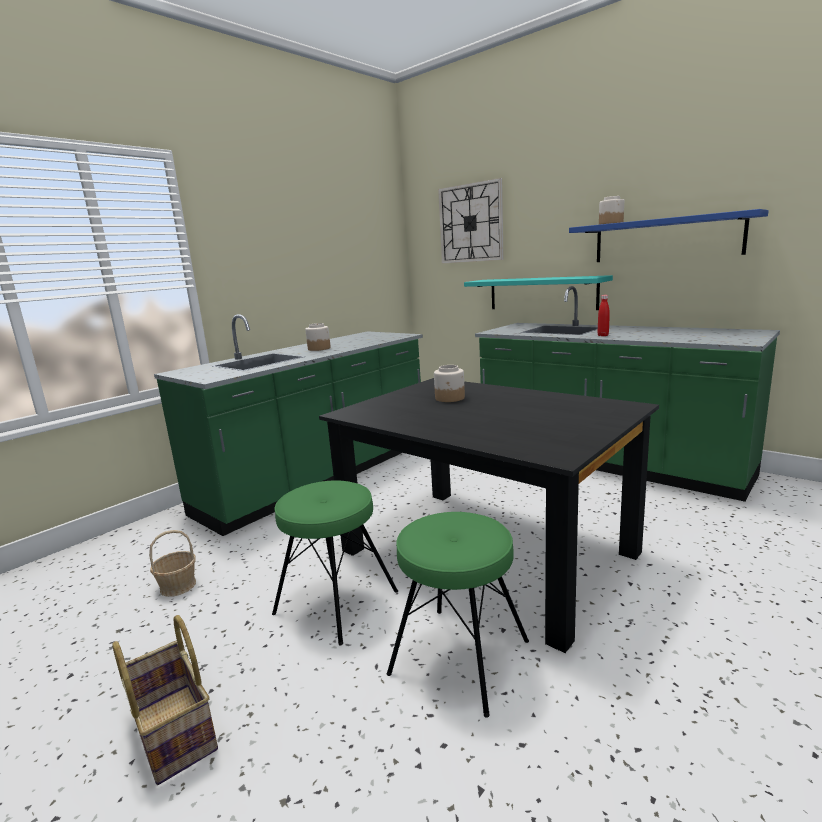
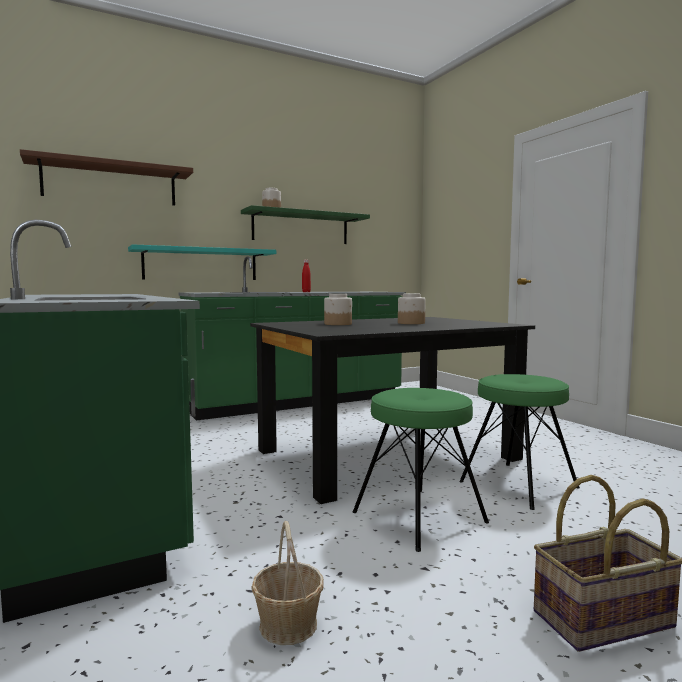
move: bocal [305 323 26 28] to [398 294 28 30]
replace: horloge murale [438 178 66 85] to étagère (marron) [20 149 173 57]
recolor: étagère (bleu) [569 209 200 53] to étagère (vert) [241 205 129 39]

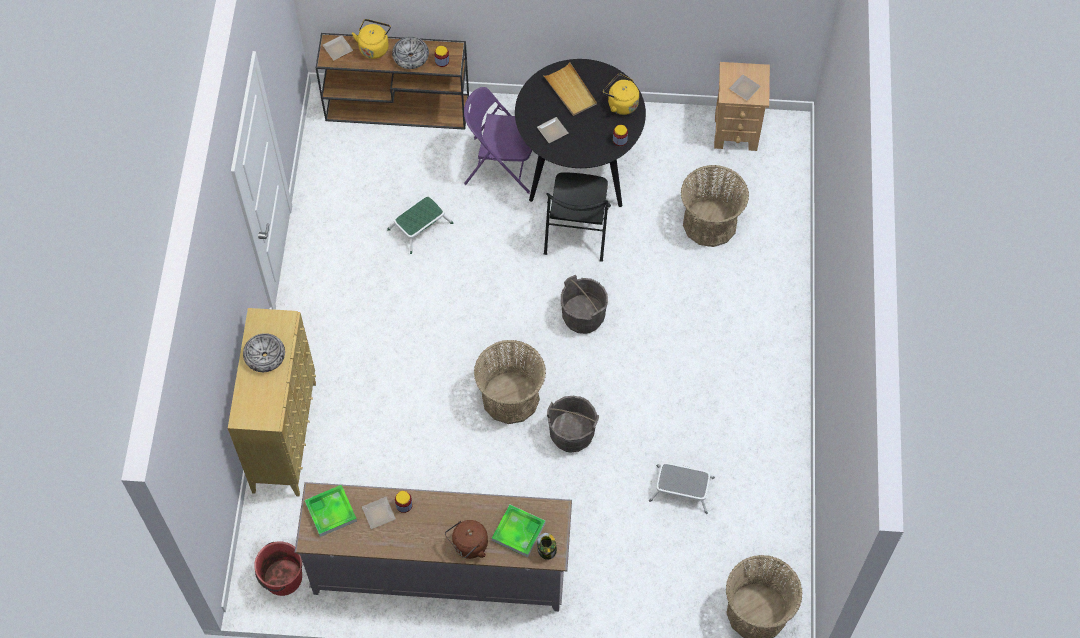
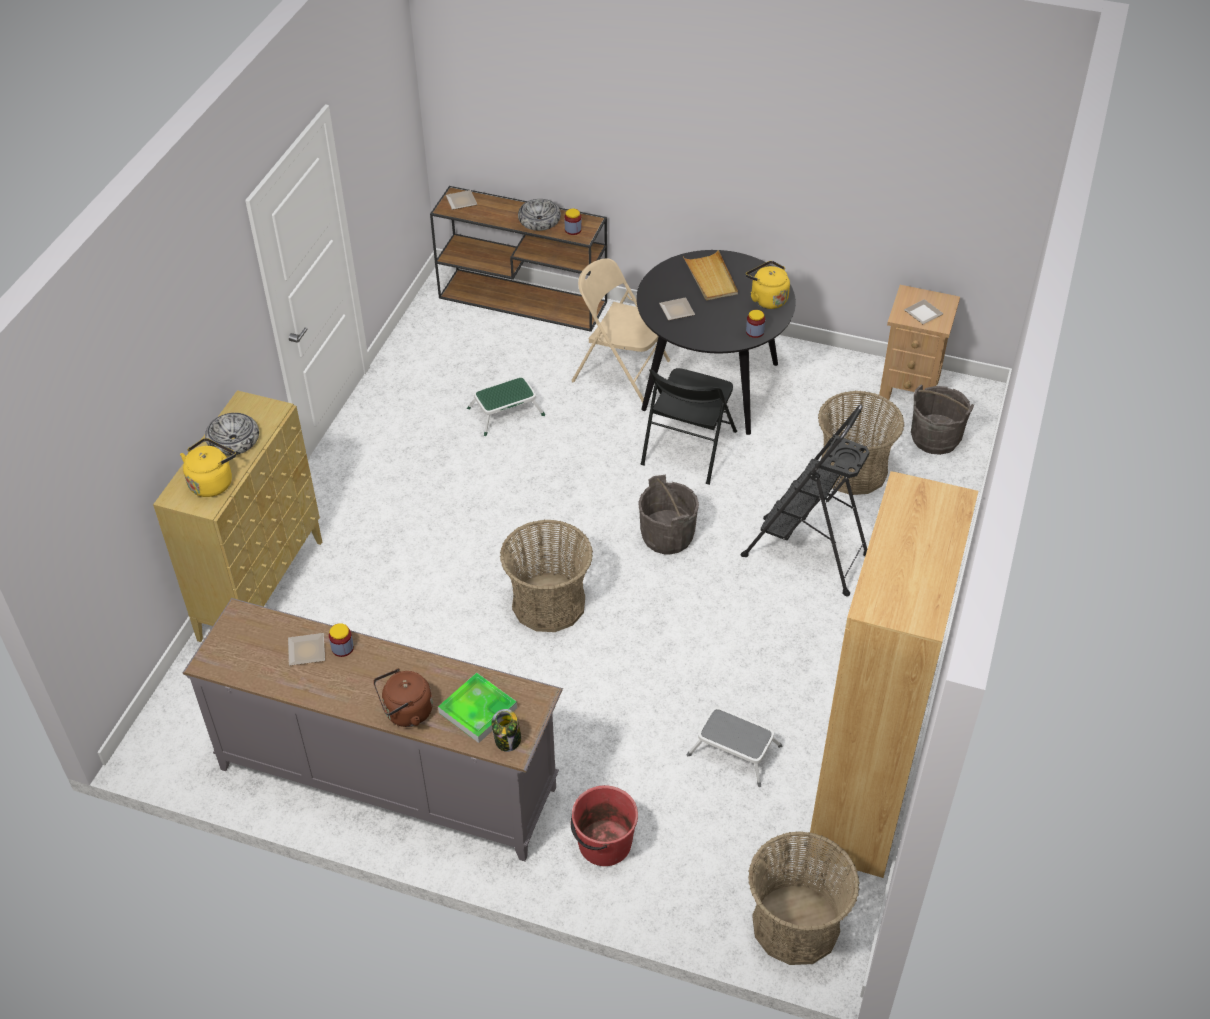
delete: plateau [305 485 52 52]
insert: escabeau [741 405 128 191]; bibliothèque (marron) [810 471 168 407]
move: seau (rouge) [254 541 48 55] to [571 785 67 81]; bouilloire (jaune) [352 19 39 40] to [180 438 56 59]; seau (gris) [547 395 52 58] to [911 385 63 70]
recolor: chaise (violet) [464 87 68 107] to chaise (beige) [572 258 98 145]

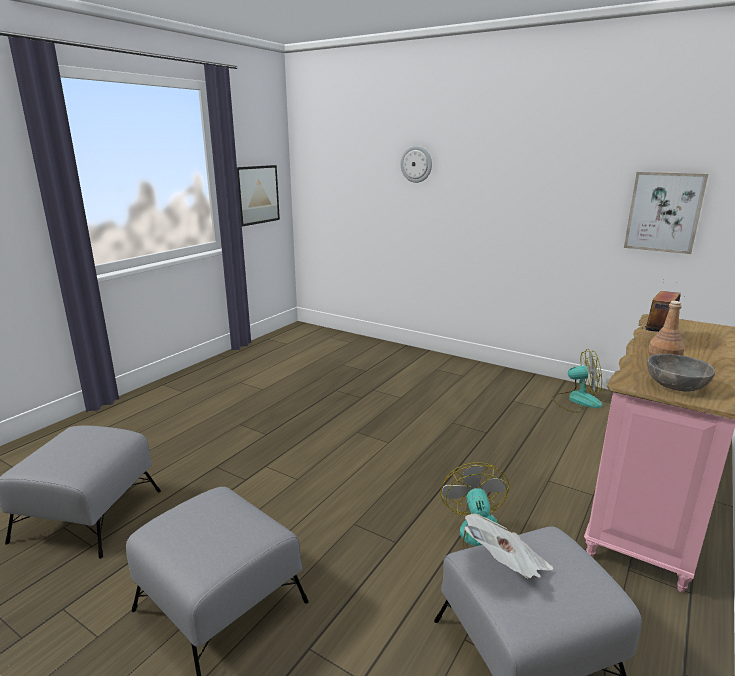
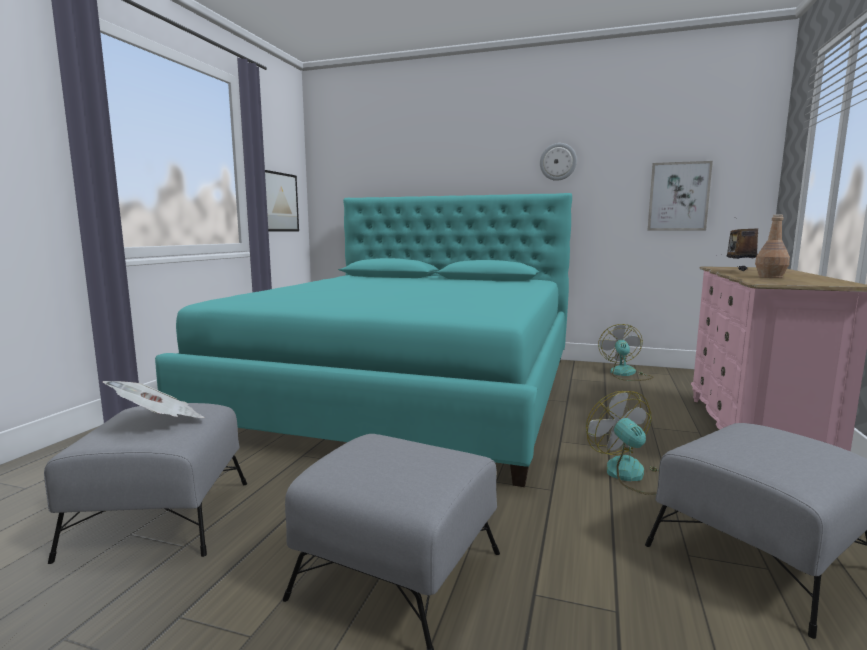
delete: bol (gris) [647 354 68 38]
insert: lit (turquoise) [155 193 417 294]
move: horloge murale [401 146 31 37] to [540 143 37 38]; journal [464 513 89 66] to [103 381 102 37]
rotate: ventilateur [552 349 50 64] = [598 324 56 57] 75 degrees counterclockwise

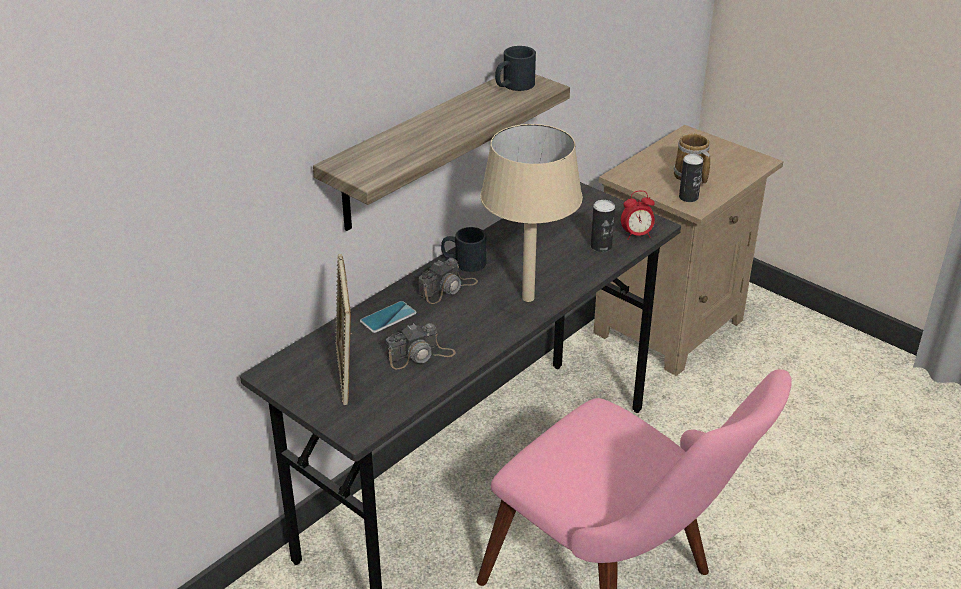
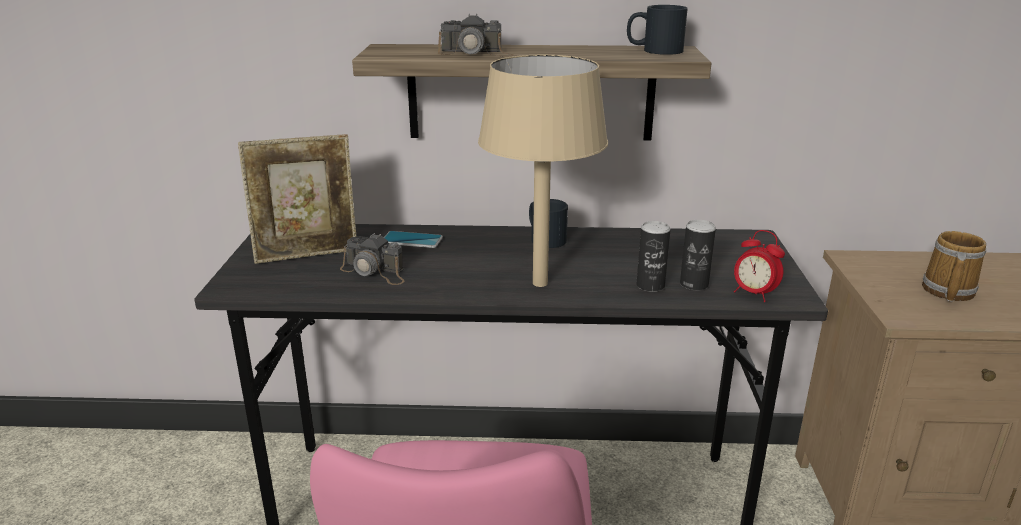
move: appareil photo [419 258 59 46] to [438 14 76 43]; boîte métallique [679 154 24 48] to [636 221 35 71]
rotate: cadre photo [335 254 17 151] = [238 134 118 130] 150 degrees counterclockwise

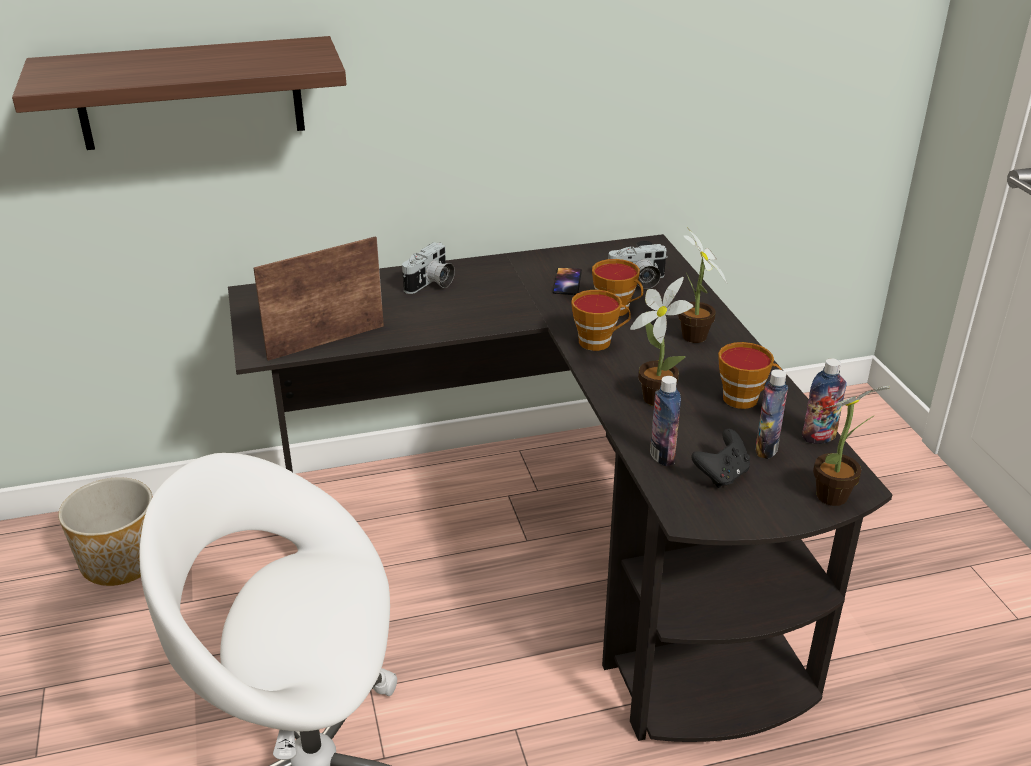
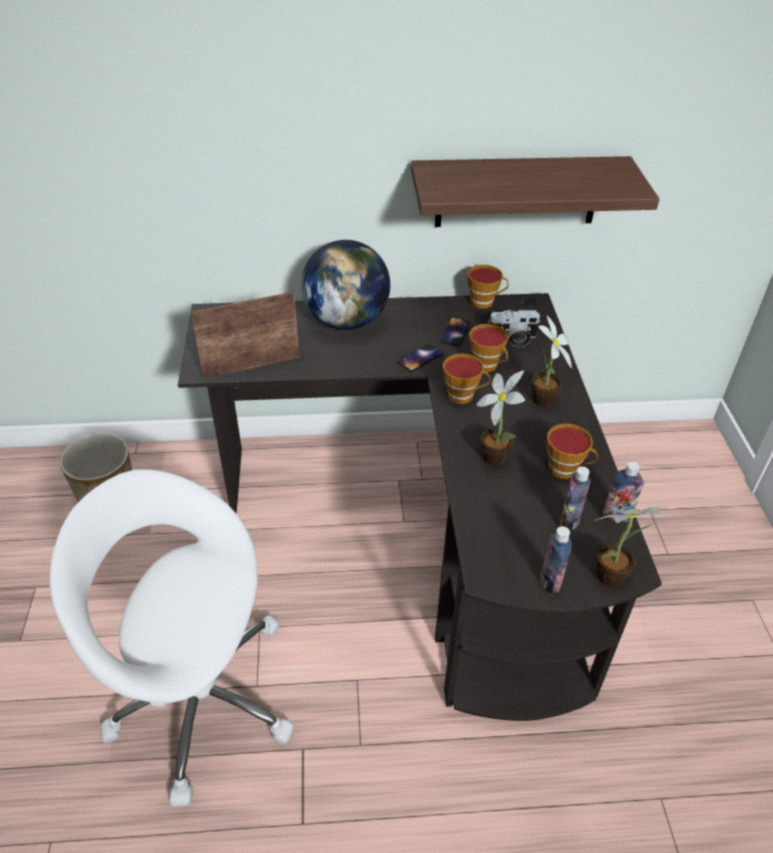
delete: manette (noir) [691 429 59 59]
insert: téléphone [397 344 46 28]; tasse [467 265 42 44]
move: étagère [12 36 334 114] to [411 156 249 71]; bouteille [650 376 31 90] to [540 526 32 68]
replace: appareil photo [402 242 53 52] to globe [302 240 88 90]

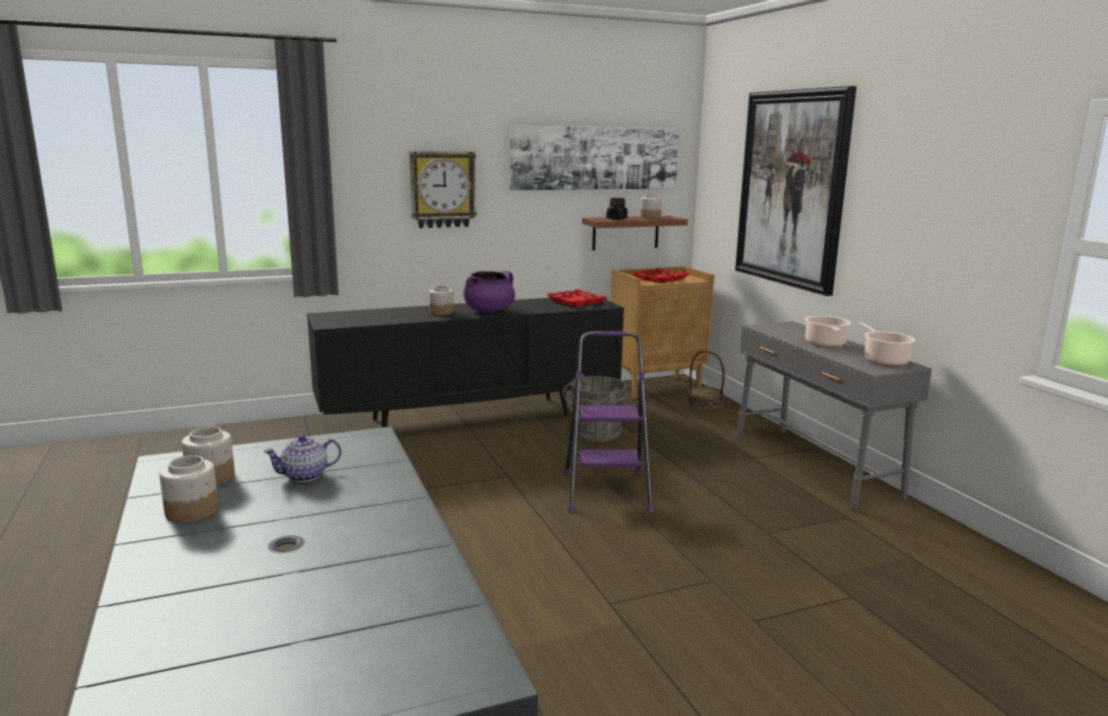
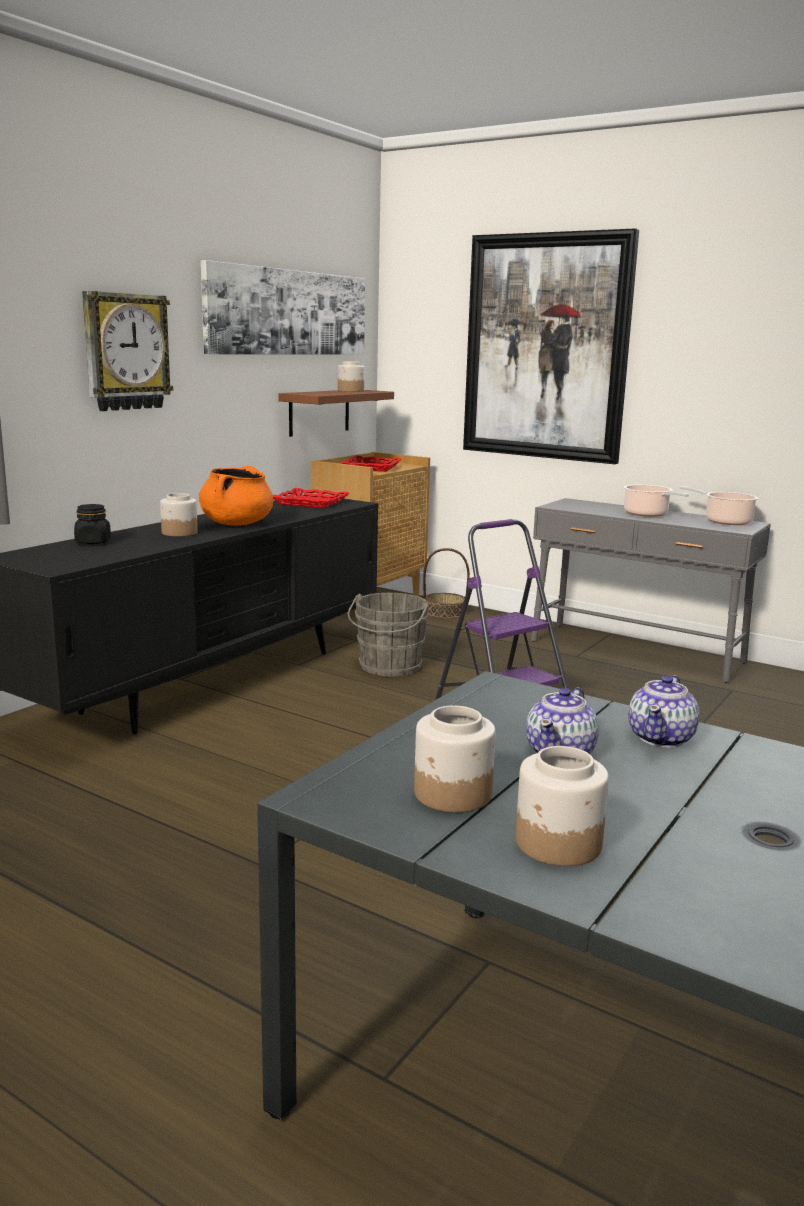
insert: théière [628 675 72 73]
move: bocal (noir) [606 198 22 22] to [74 504 37 40]
recolor: marmite (violet) [463 271 52 41] to marmite (orange) [199 466 74 60]

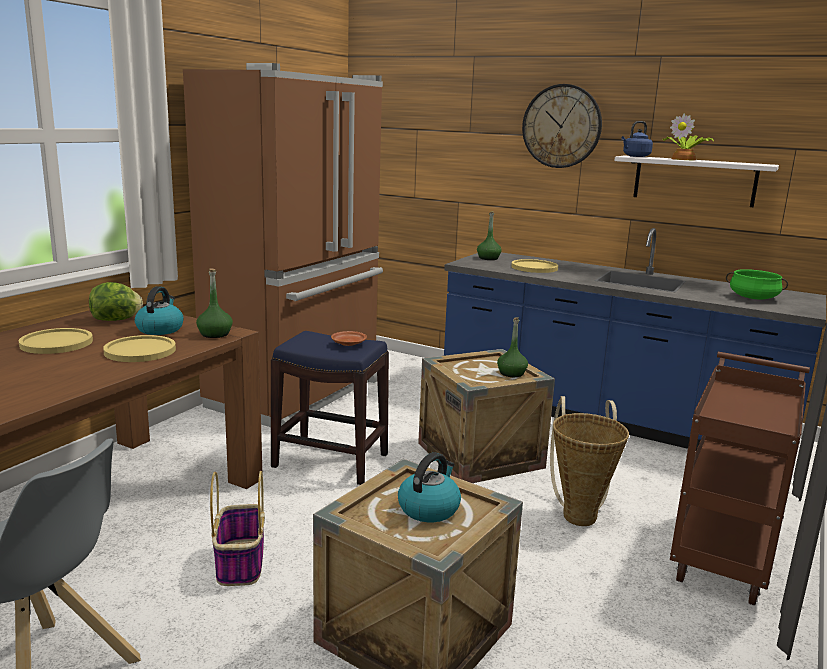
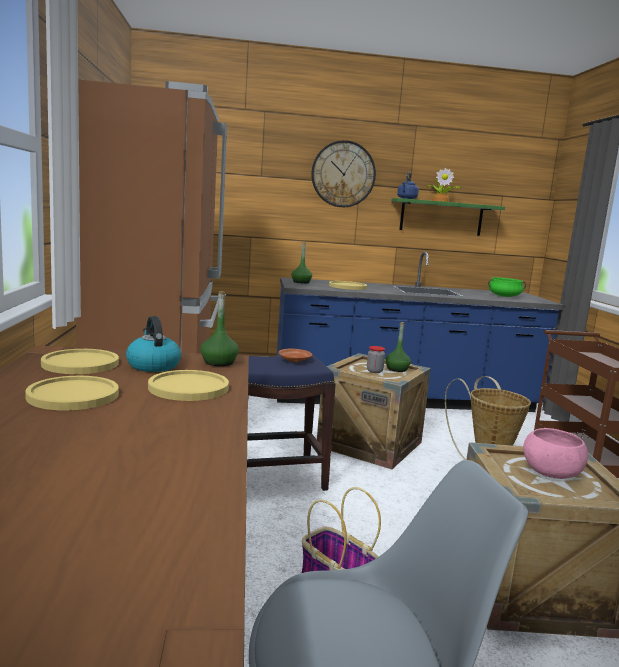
insert: bocal [367 346 18 27]
replace: laitue [89 282 54 39] to assiette (jaune) [41 349 78 25]; bouilloire [398 452 63 70] to bol (rose) [523 428 65 51]
recolor: étagère (blanc) [614 155 165 52] to étagère (vert) [391 198 114 38]

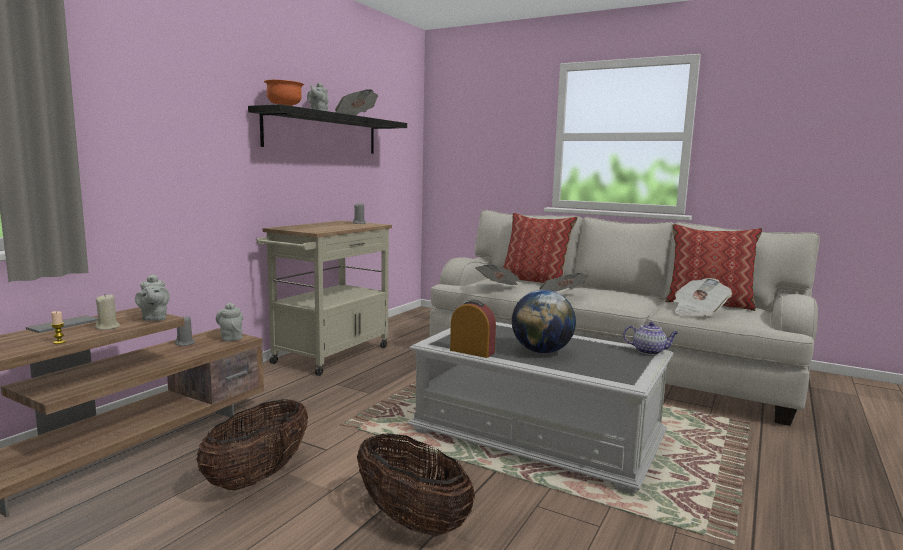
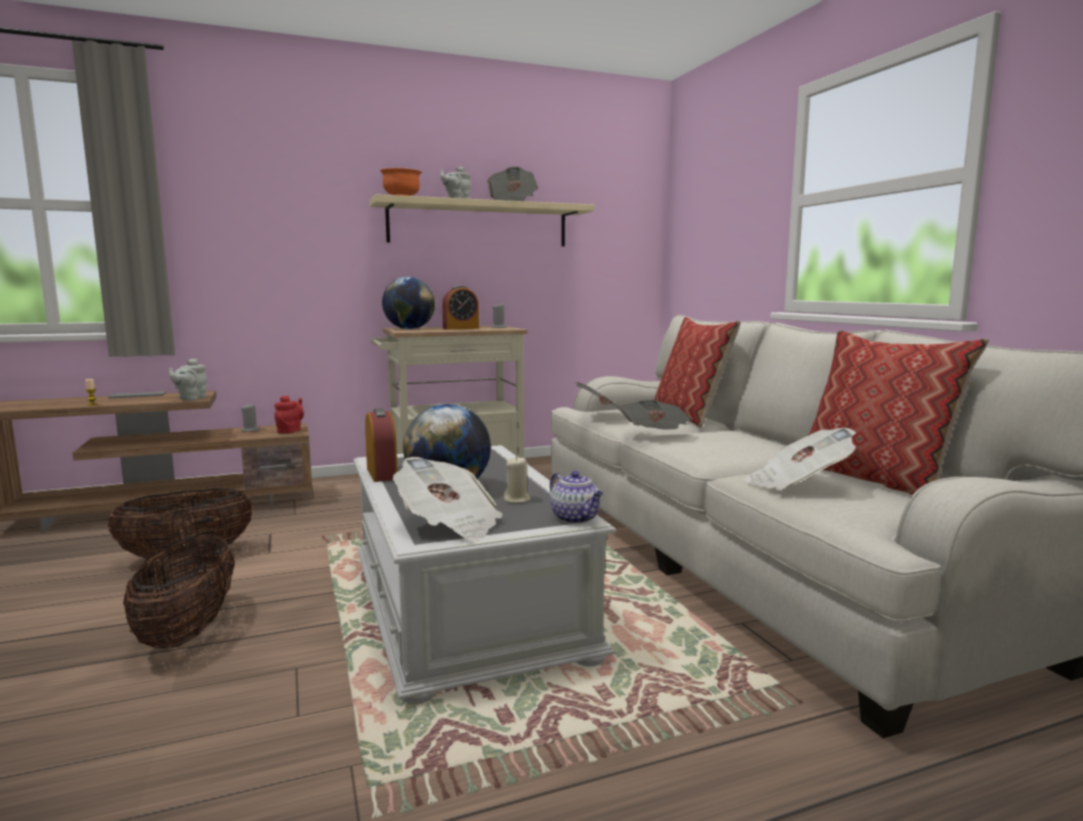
insert: globe [382 277 53 52]; journal [393 457 110 84]; réveil [442 286 37 44]
move: bougie (beige) [95 295 25 35] to [504 456 27 47]
recolor: théière (gris) [216 302 27 39] to théière (rouge) [274 395 30 39]; étagère (noir) [248 104 159 50] to étagère (beige) [369 194 226 53]

